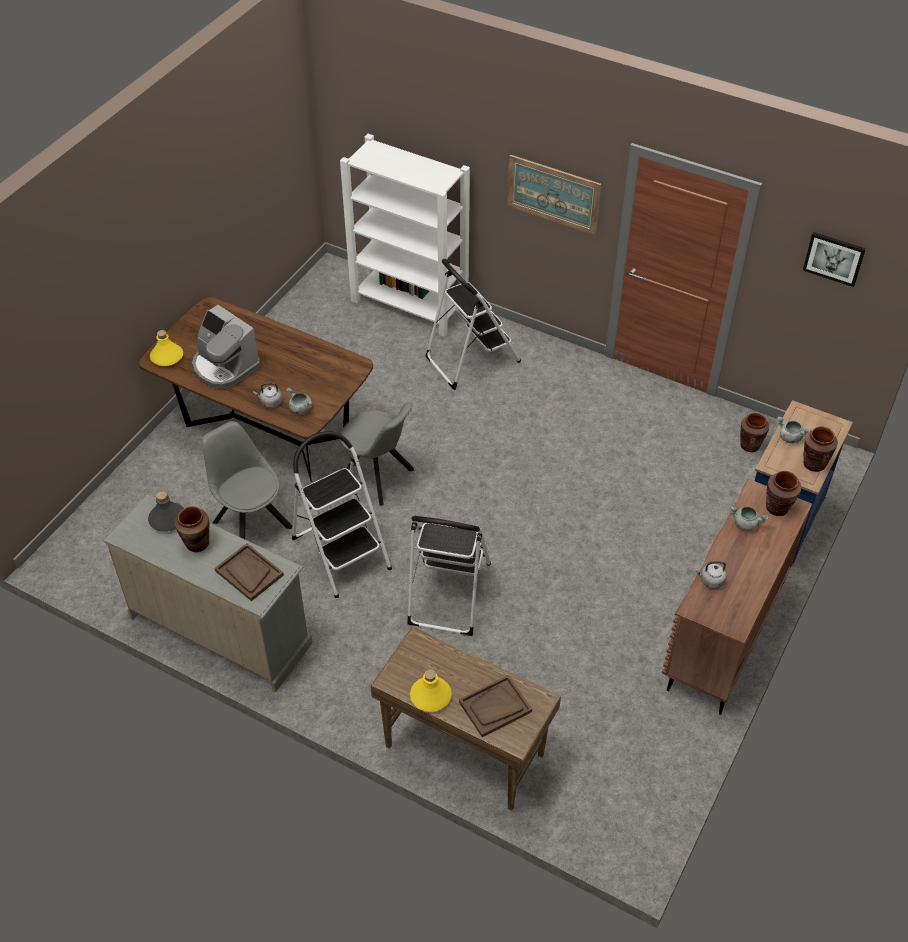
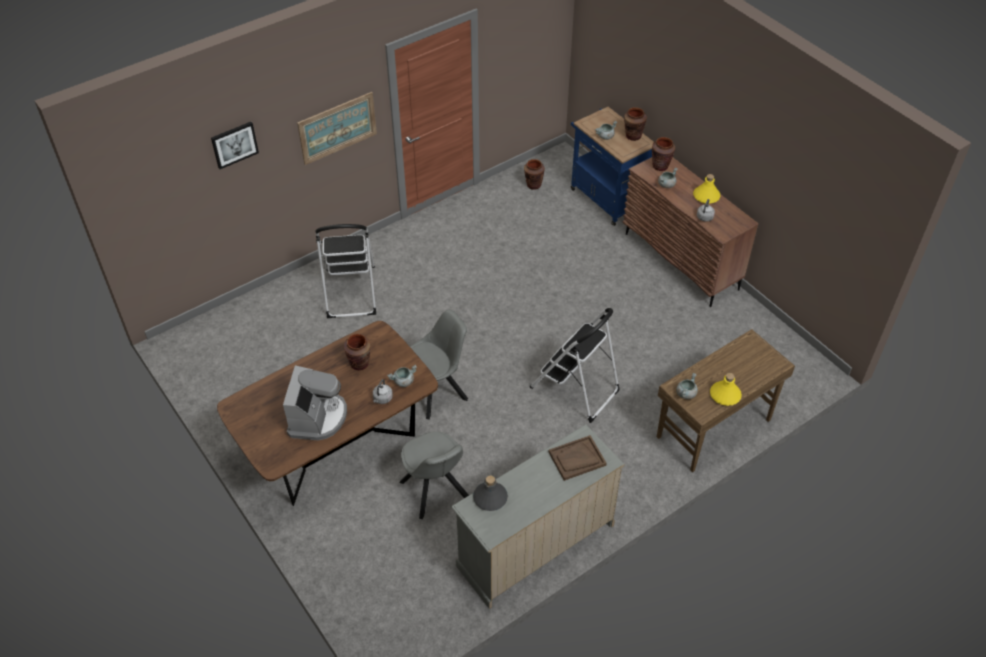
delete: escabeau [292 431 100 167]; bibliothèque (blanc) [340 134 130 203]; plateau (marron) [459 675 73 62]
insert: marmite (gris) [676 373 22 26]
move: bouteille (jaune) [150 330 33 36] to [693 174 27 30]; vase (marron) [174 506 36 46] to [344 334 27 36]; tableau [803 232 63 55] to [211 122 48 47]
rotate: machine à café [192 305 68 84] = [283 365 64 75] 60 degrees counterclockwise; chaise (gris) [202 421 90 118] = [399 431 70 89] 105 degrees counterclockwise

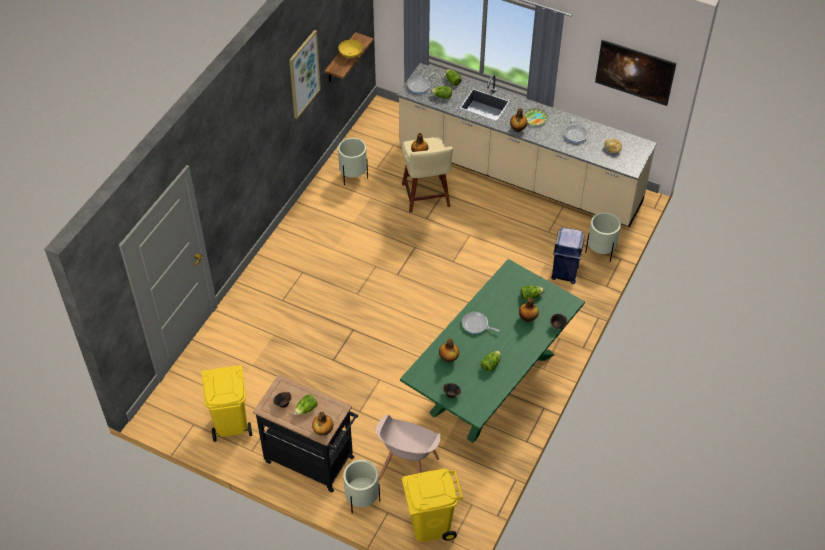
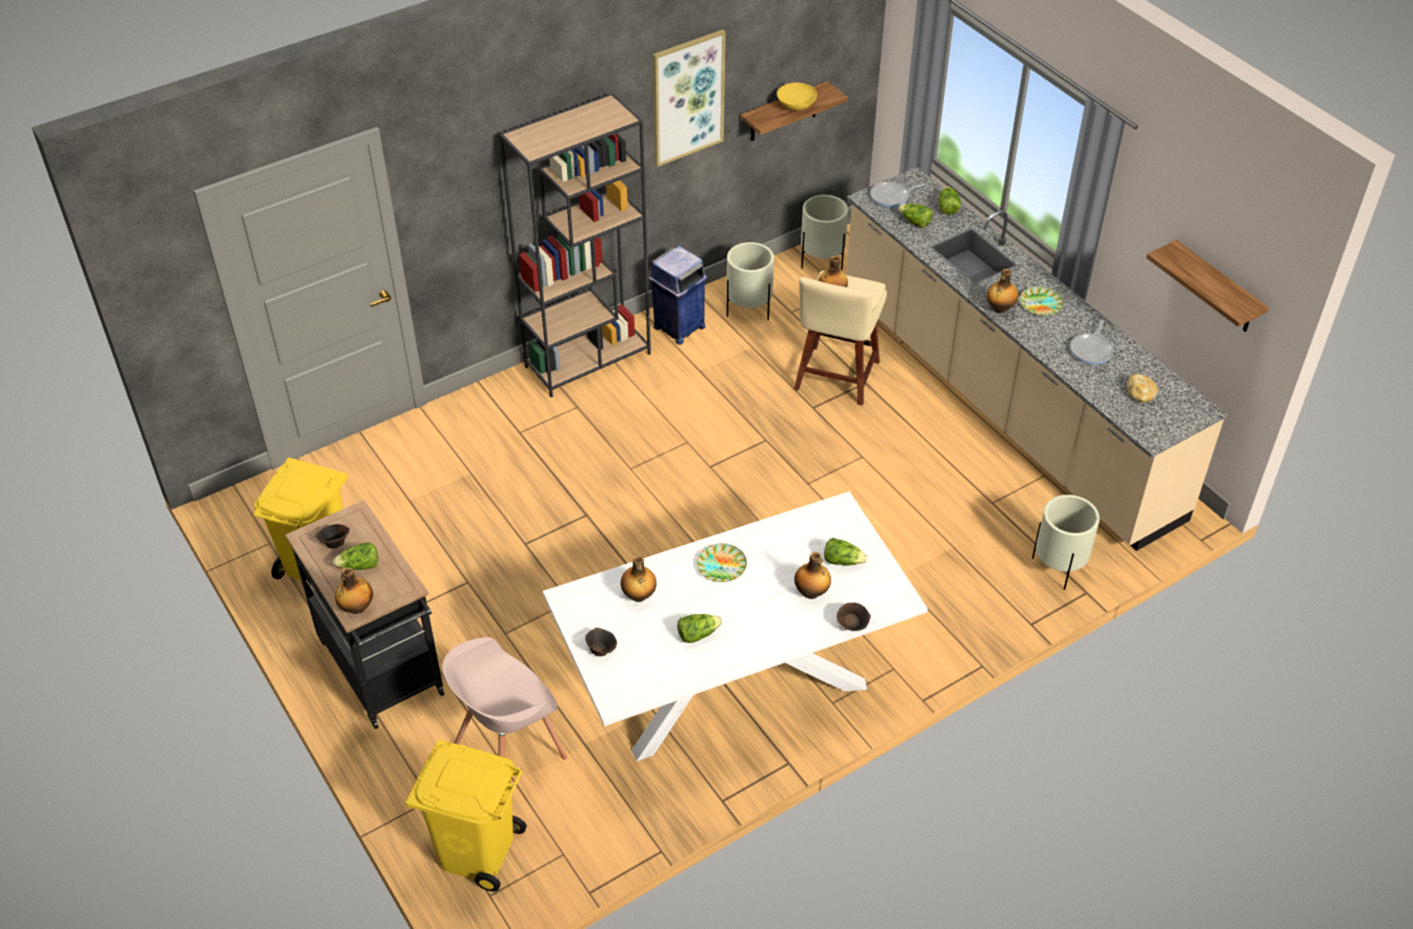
insert: bibliothèque [499 93 152 304]
move: cache-pot (beige) [343 460 37 54] to [801 195 47 75]; poubelle (bleu) [551 227 34 57] to [648 246 59 99]
replace: poêle [462 312 38 22] to assiette [697 543 50 39]; tableau [595 40 81 66] to étagère [1146 240 123 92]
recolor: table à manger (vert) [400 259 185 184] to table à manger (blanc) [543 492 385 269]

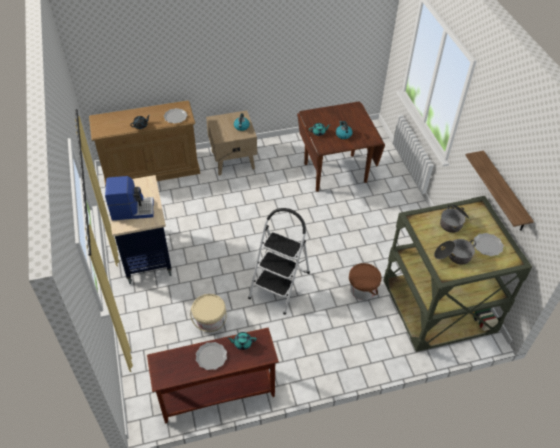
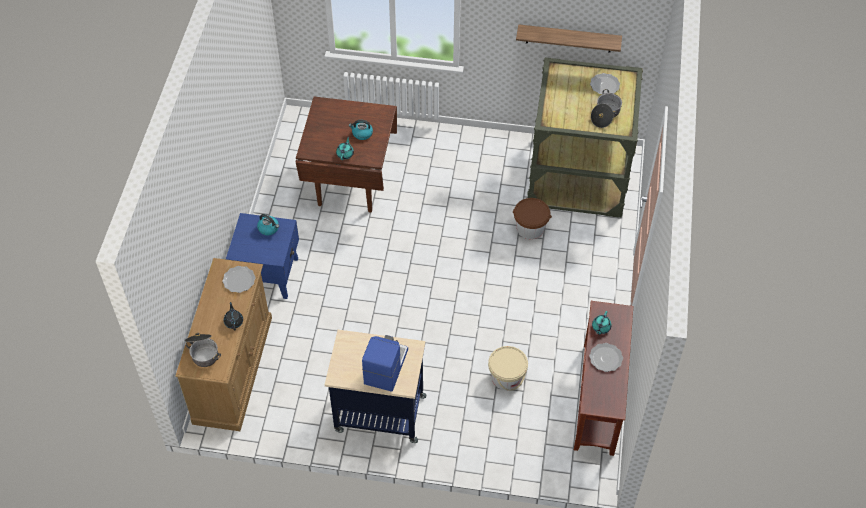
delete: escabeau [248 208 62 107]
move: marmite [440 204 30 29] to [185 333 36 34]
recolor: table de chevet (beige) [206 110 51 65] to table de chevet (bleu) [226 213 73 86]

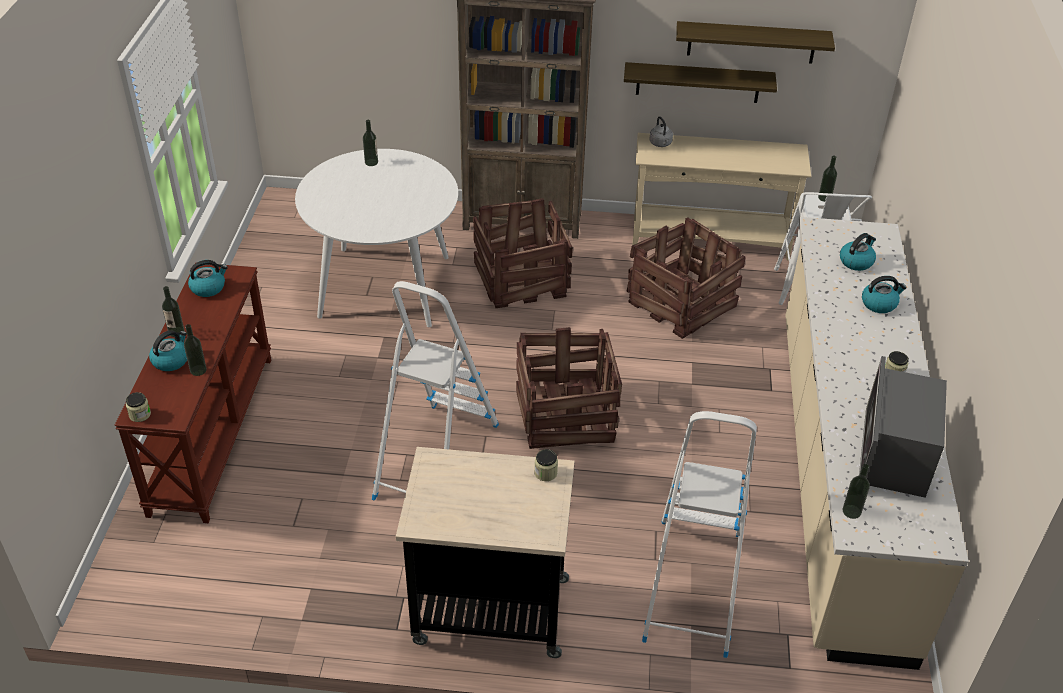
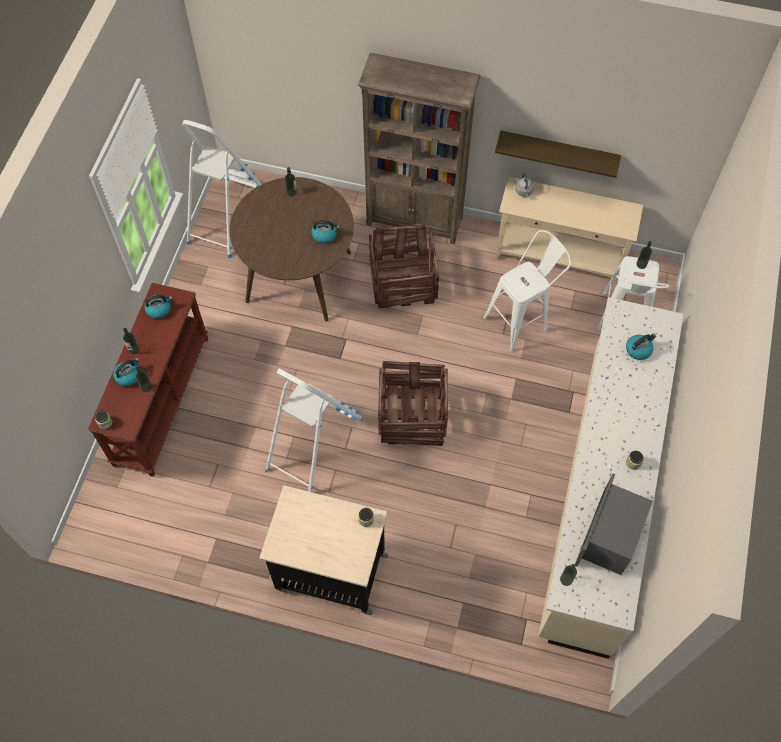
delete: étagère [676 21 159 43]
move: escabeau (blanc) [642 411 115 247] to [182 120 81 138]; bouilloire [862 276 45 37] to [312 220 28 24]
replace: caisse [626 217 120 122] to tabouret (blanc) [484 230 87 122]
recolor: table à manger (blanc) [295 149 163 178] to table à manger (marron) [229 177 125 144]

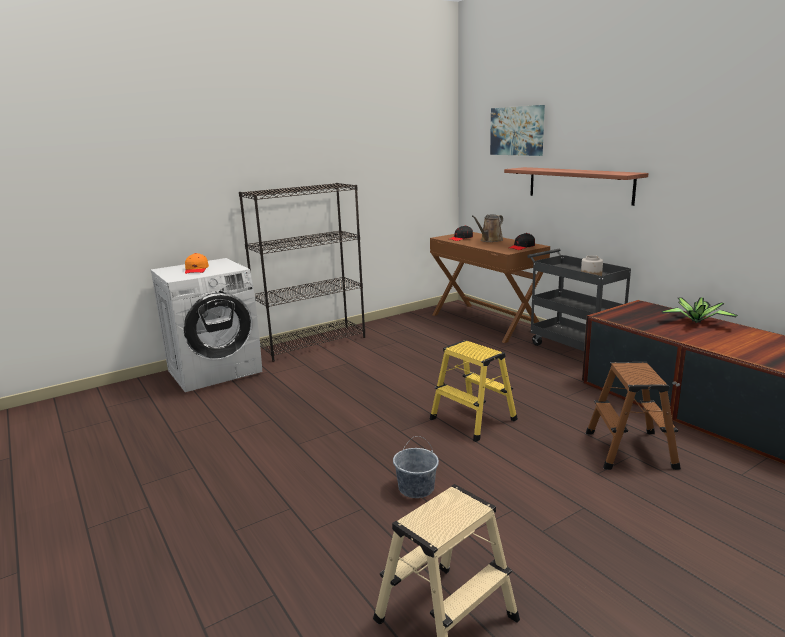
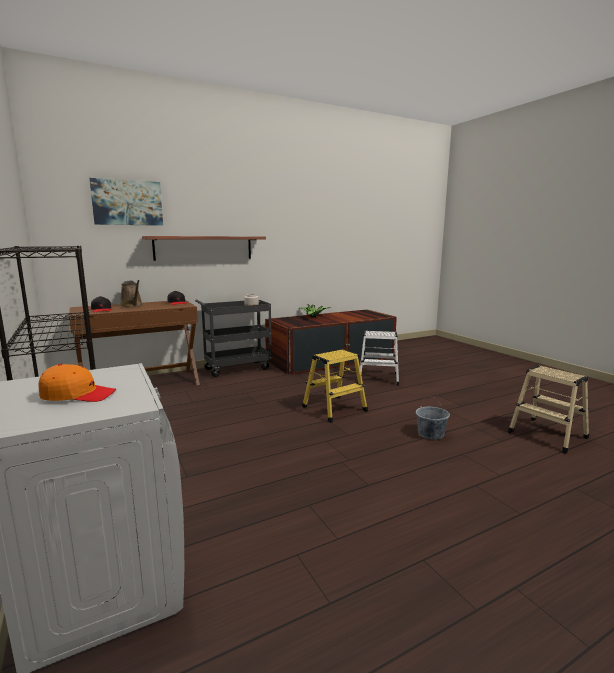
recolor: escabeau (marron) [586 361 95 109] to escabeau (blanc) [360 330 39 56]

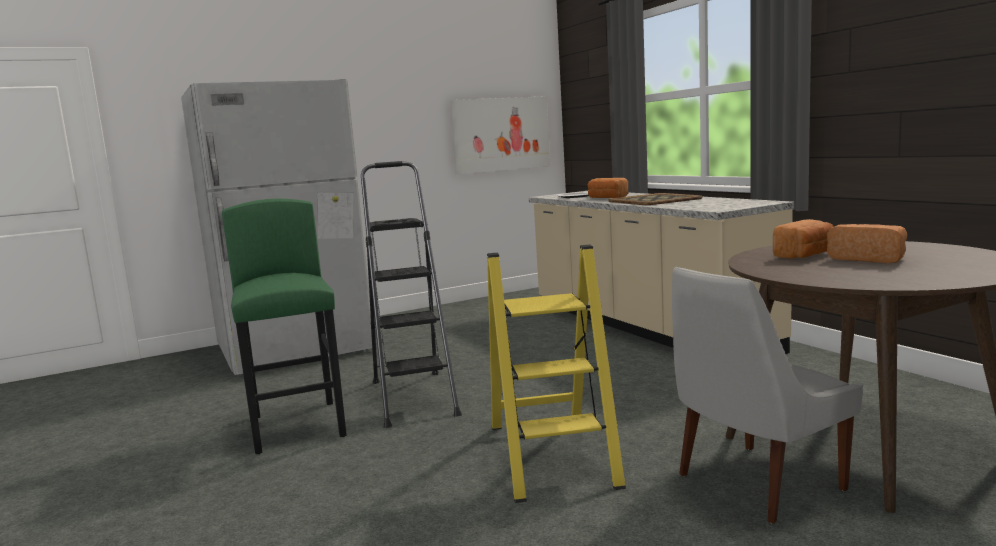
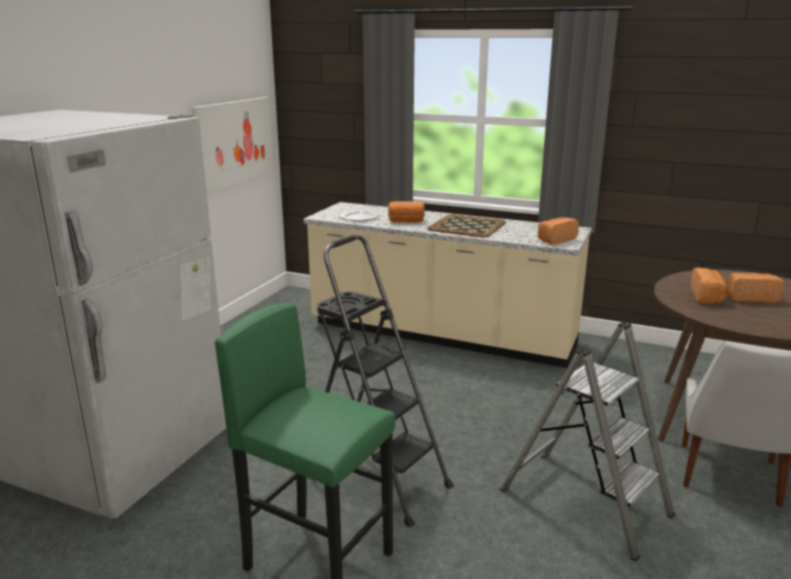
insert: pain [538 217 41 28]
recolor: escabeau (jaune) [487 245 139 258] to escabeau (gris) [499 322 176 240]

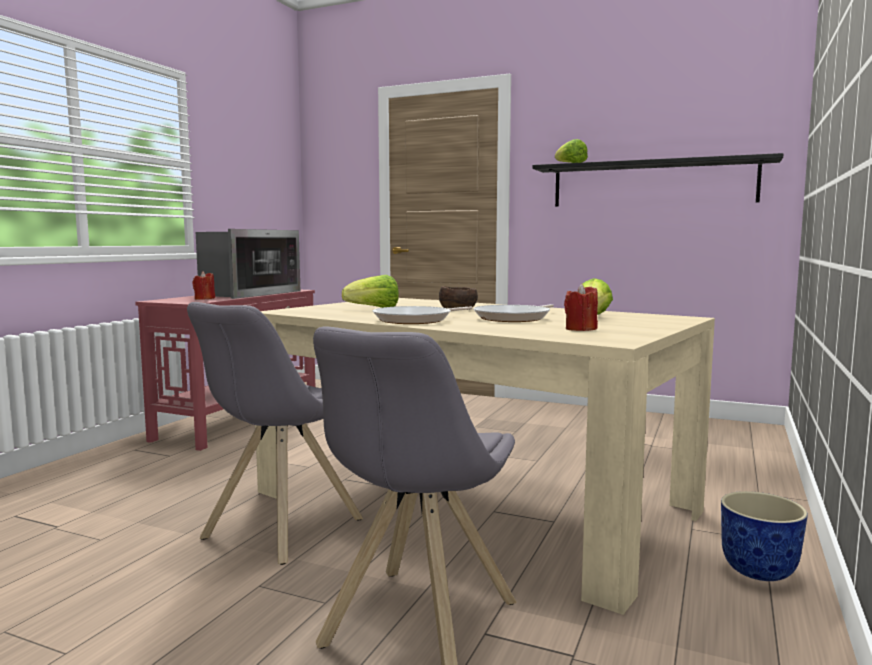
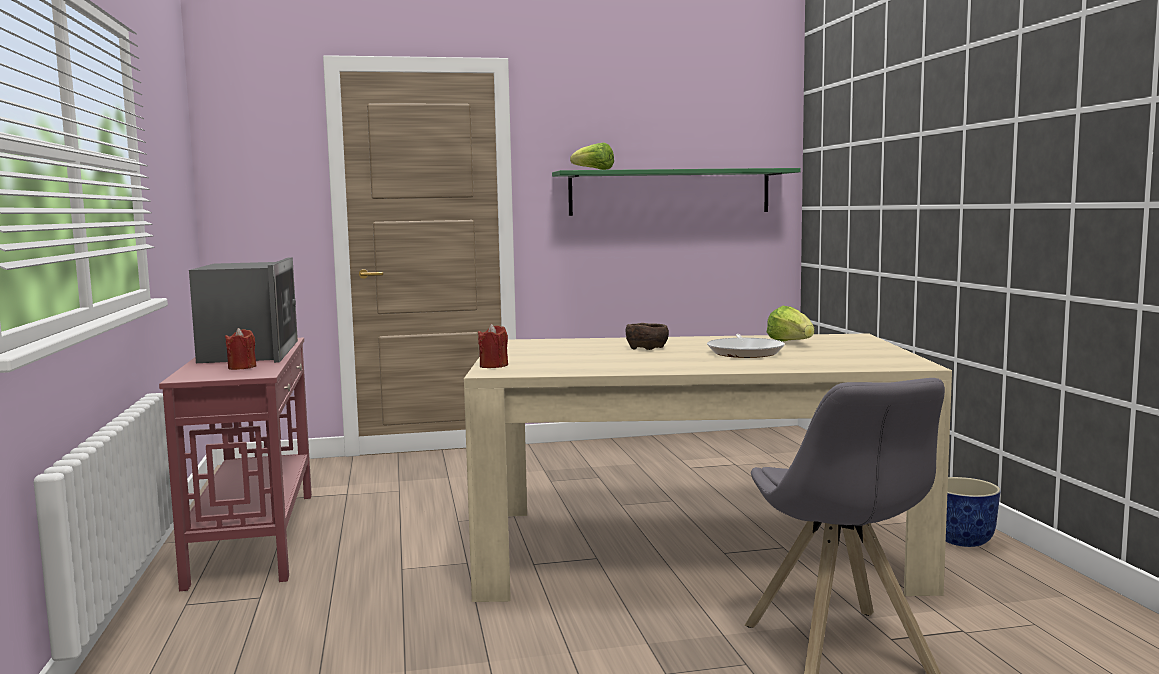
delete: chaise (gris) [187 302 176 263]; laitue [342 275 57 33]; poêle [373 306 99 18]
move: bougie (rouge) [564 284 34 47] to [478 324 30 44]
recolor: étagère (noir) [532 153 251 54] to étagère (vert) [552 168 249 48]

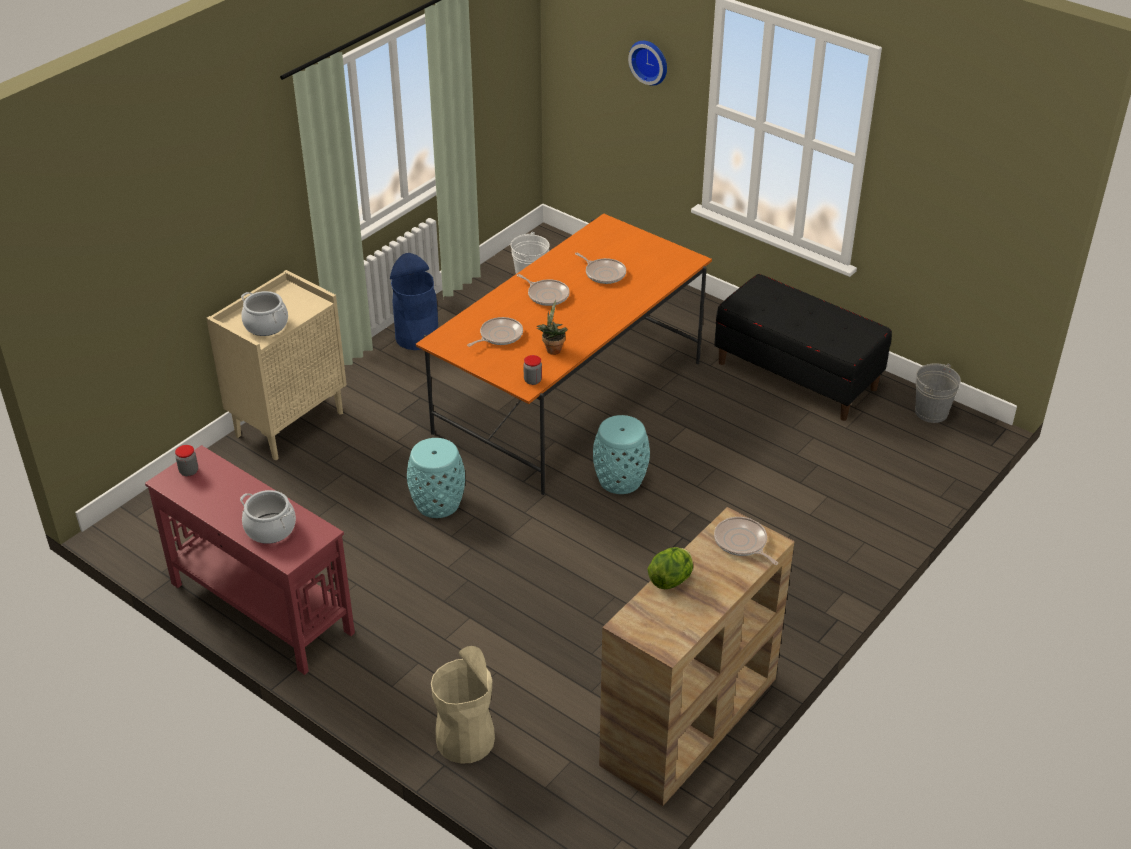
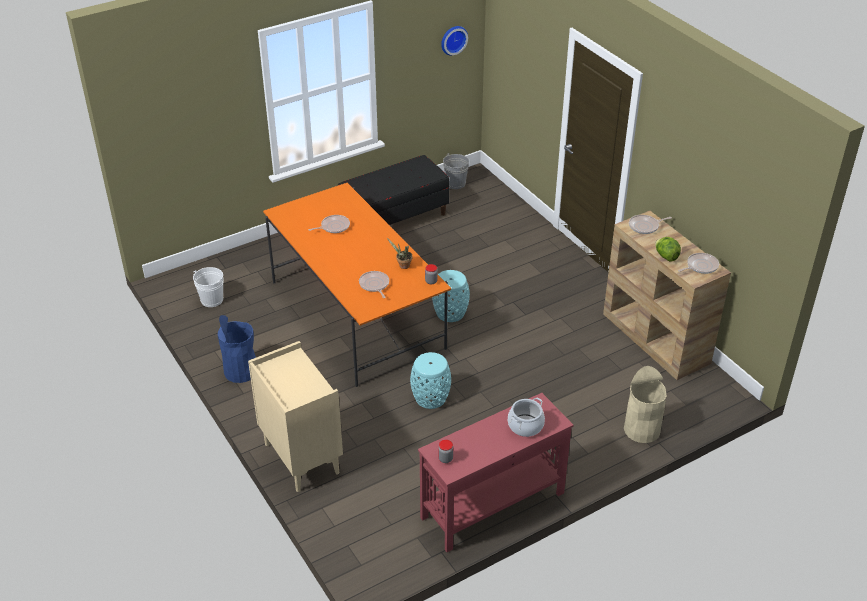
delete: marmite [241 291 47 45]
move: poêle [517 274 53 32] to [678 253 41 21]; horloge murale [628 41 39 45] to [441 26 27 29]

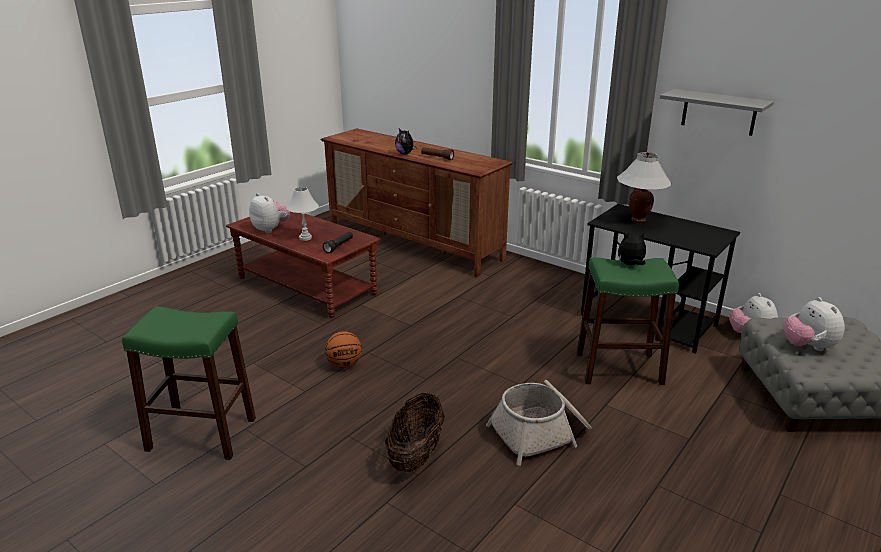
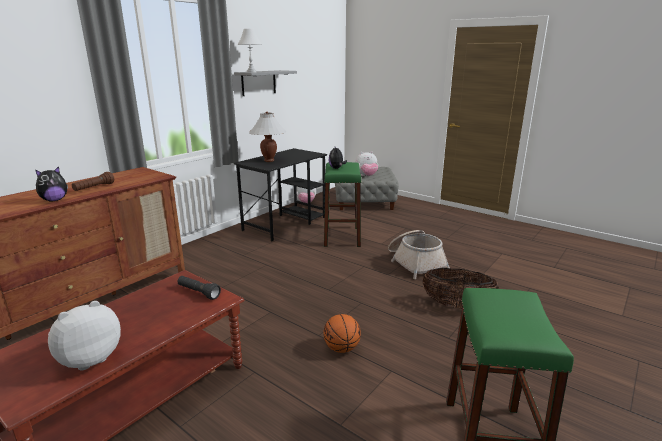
move: lampe de table (blanc) [286 187 33 54] to [237 29 25 44]

